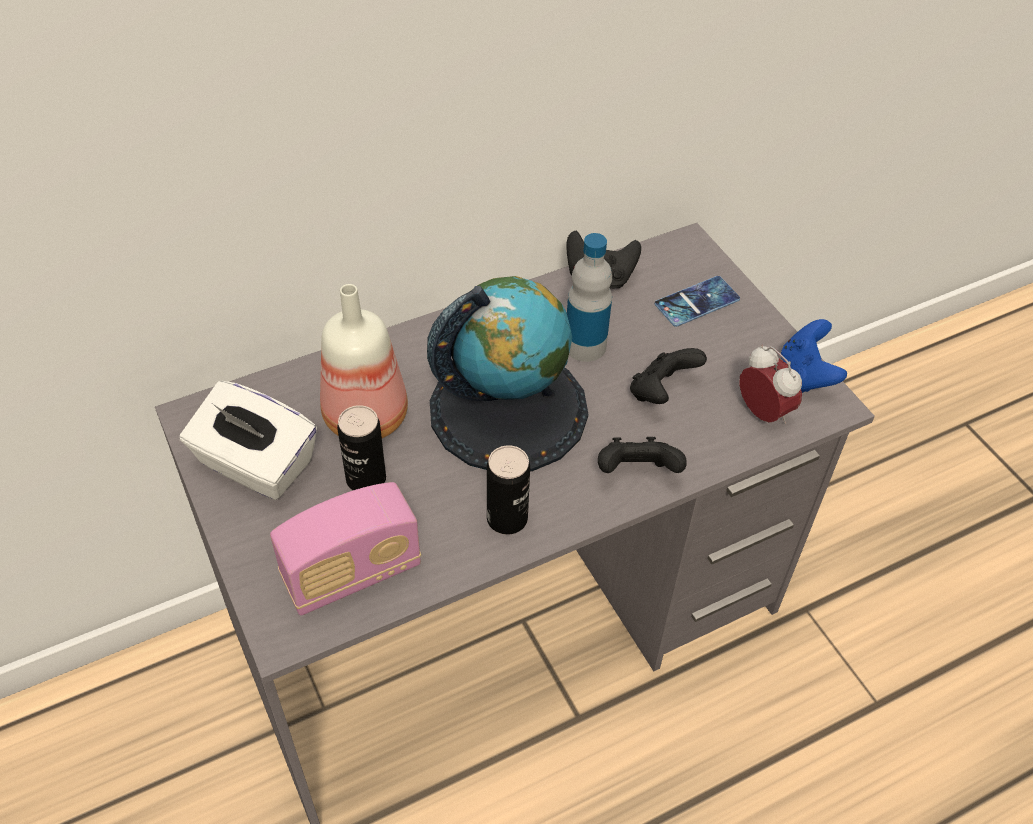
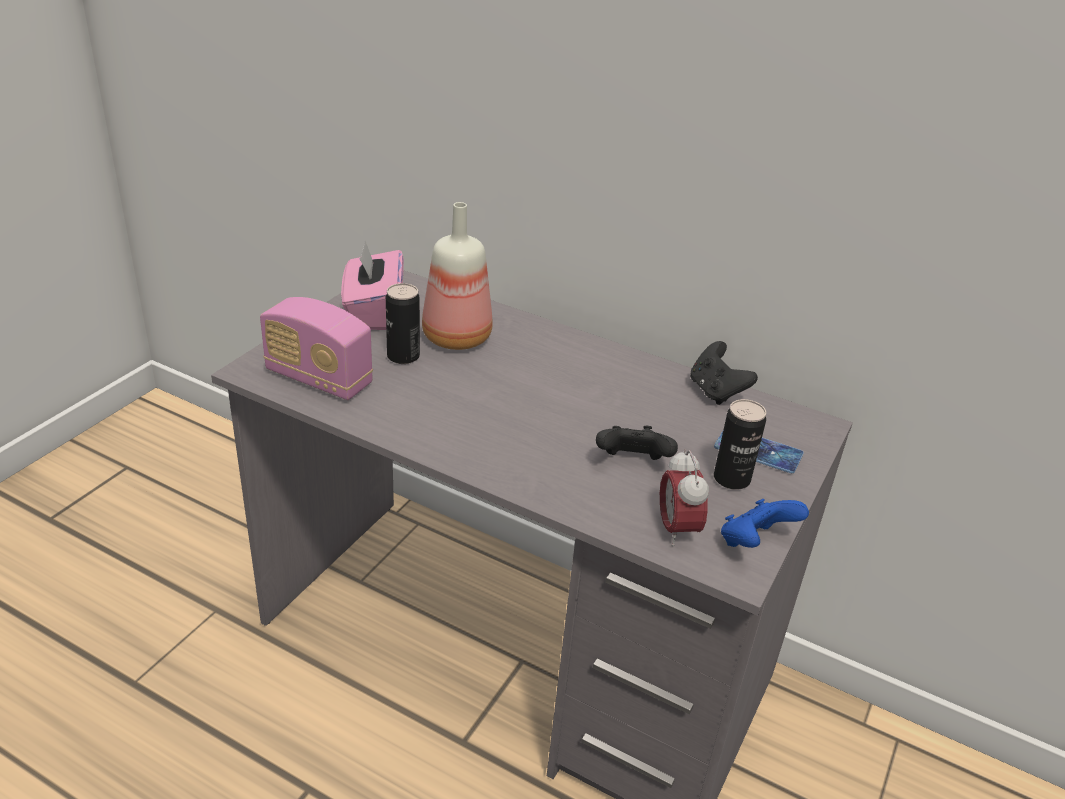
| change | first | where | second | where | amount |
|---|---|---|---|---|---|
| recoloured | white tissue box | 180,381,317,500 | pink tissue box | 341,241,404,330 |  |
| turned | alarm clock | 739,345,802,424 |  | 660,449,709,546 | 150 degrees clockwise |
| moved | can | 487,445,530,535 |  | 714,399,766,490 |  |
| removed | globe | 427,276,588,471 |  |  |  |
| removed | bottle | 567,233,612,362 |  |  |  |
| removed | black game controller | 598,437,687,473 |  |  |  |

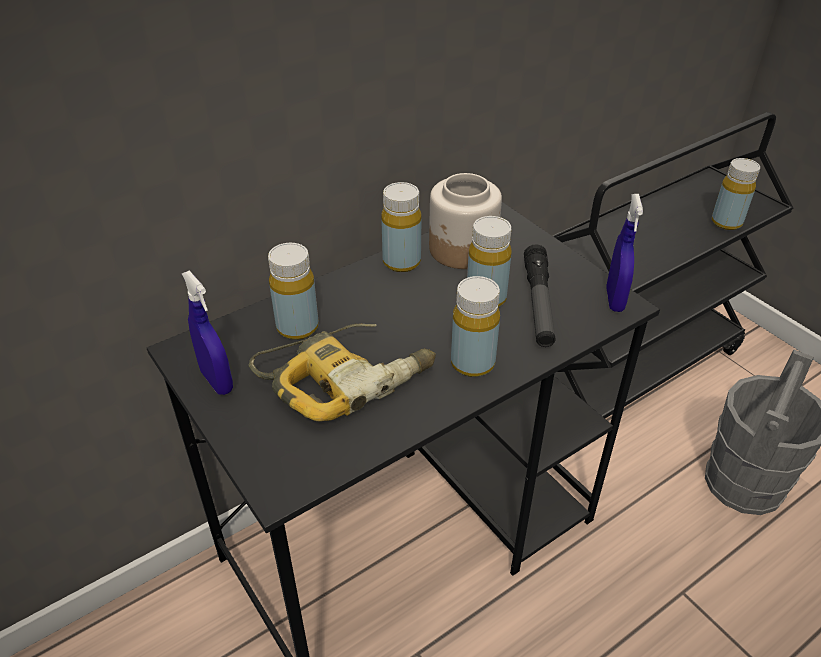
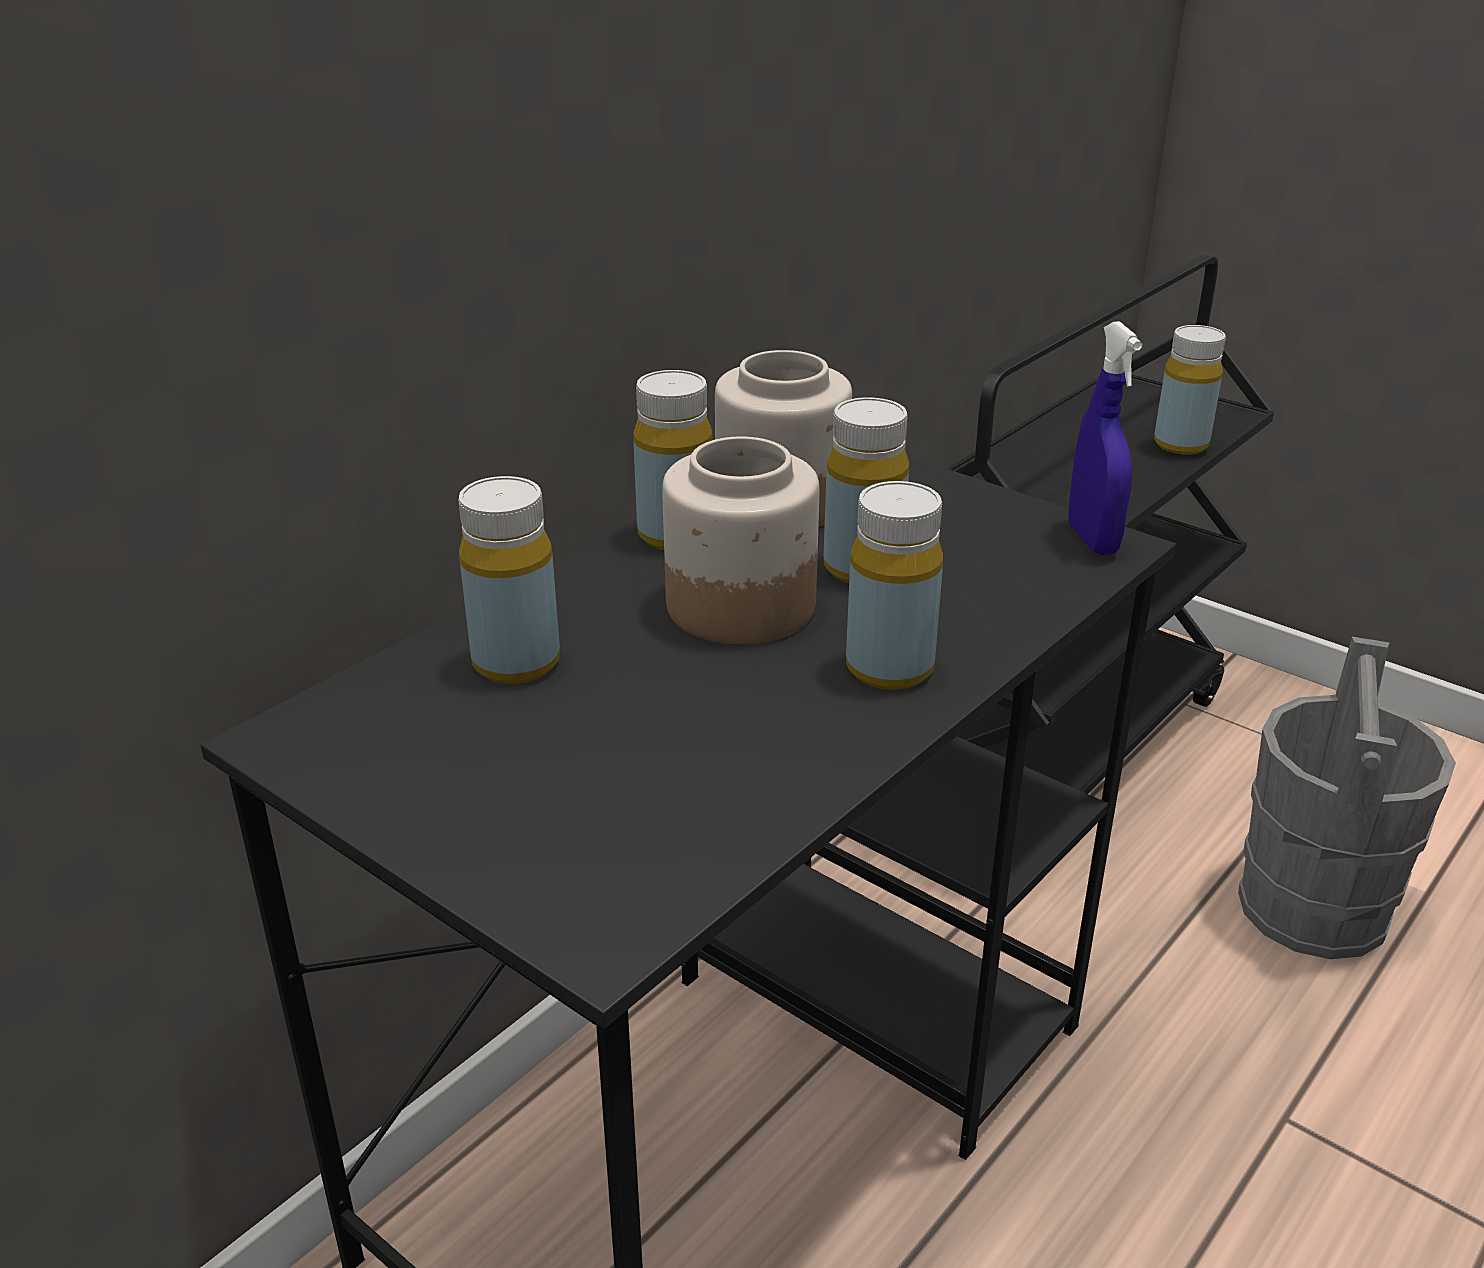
| change | first | where | second | where | amount |
|---|---|---|---|---|---|
| added |  |  | jar | 662,436,819,644 |  |
| removed | blue spray bottle | 182,271,233,395 |  |  |  |
| removed | power drill | 249,324,436,421 |  |  |  |
| removed | flashlight | 524,244,555,347 |  |  |  |

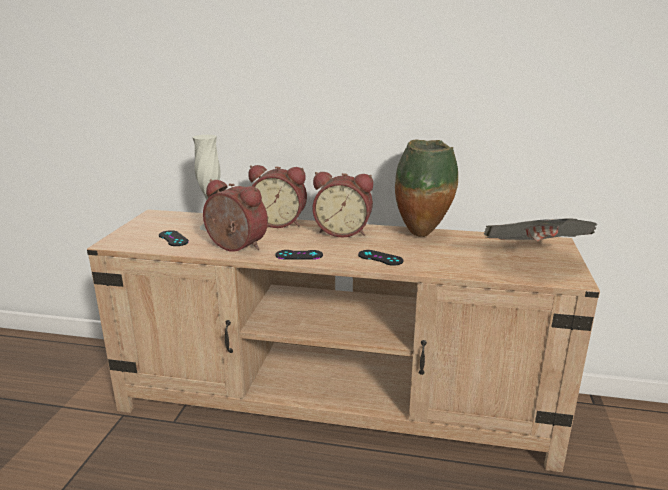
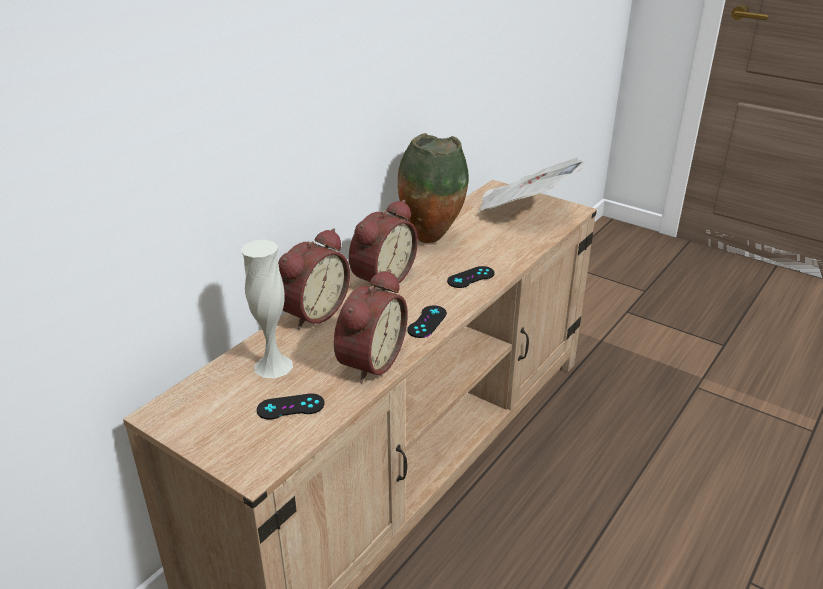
| change | first | where | second | where | amount |
|---|---|---|---|---|---|
| turned | alarm clock | 203,179,268,252 |  | 334,269,408,383 | 150 degrees clockwise |

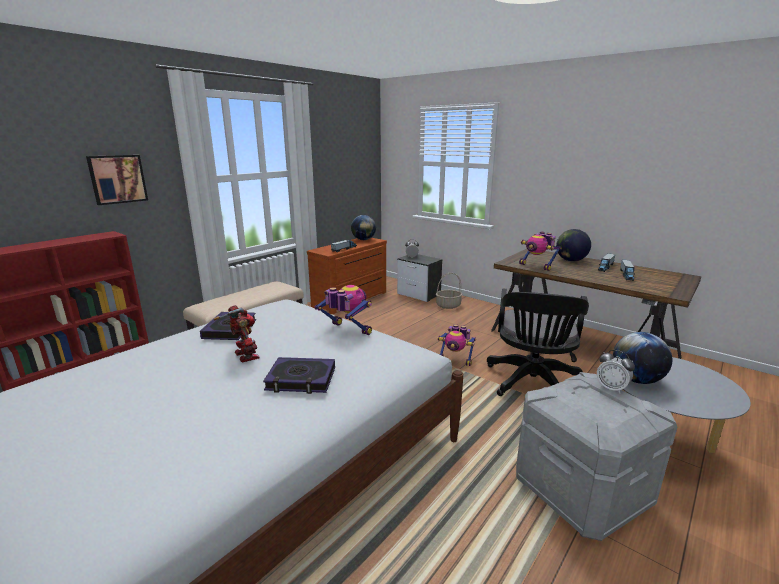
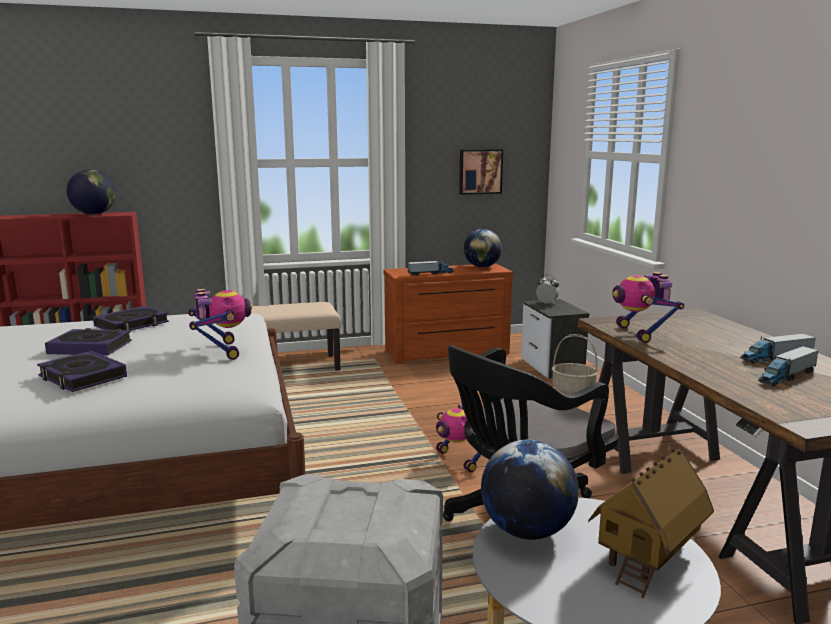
| change | first | where | second | where | amount |
|---|---|---|---|---|---|
| replaced | toy robot | 214,305,260,362 | book | 45,328,132,355 |  |
| moved | globe | 556,229,591,261 |  | 66,170,116,215 |  |
| moved | picture | 86,155,148,205 |  | 459,149,503,195 |  |
| added |  |  | toy house | 588,448,714,598 |  |
| removed | alarm clock | 597,350,635,394 |  |  |  |

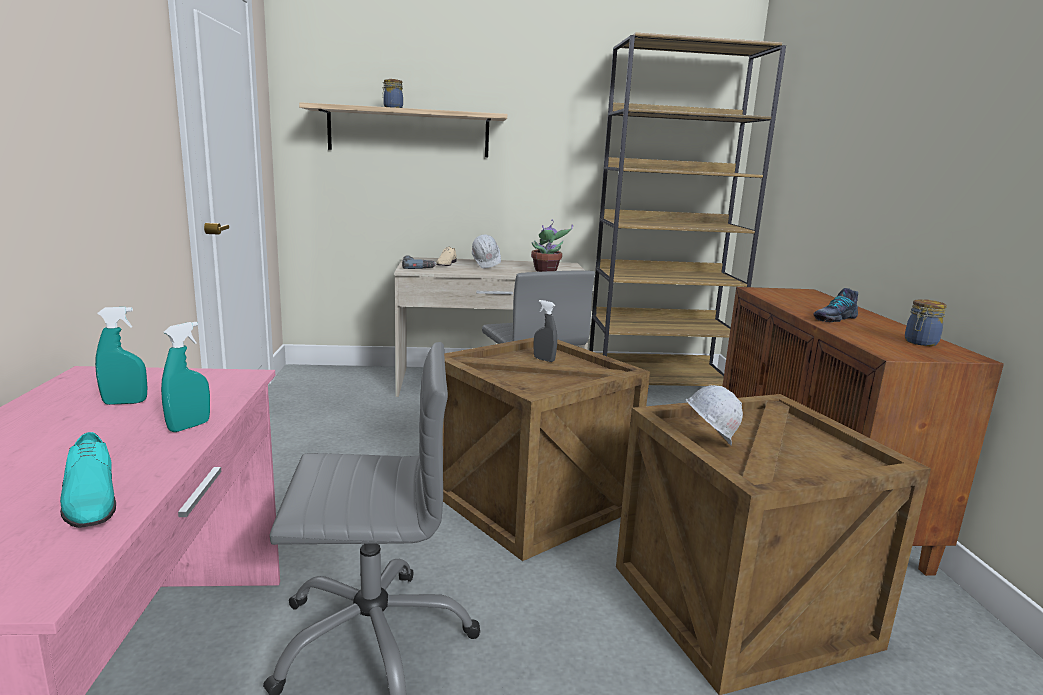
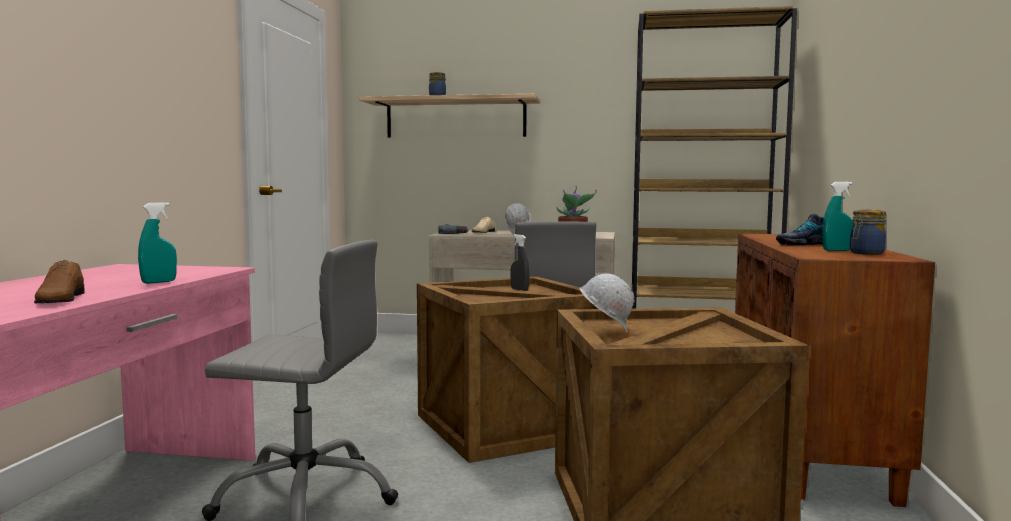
| change | first | where | second | where | amount |
|---|---|---|---|---|---|
| recoloured | turquoise shoe | 60,432,116,528 | brown shoe | 34,260,85,303 |  |
| moved | turquoise spray bottle | 95,307,147,405 |  | 822,182,853,251 |  |

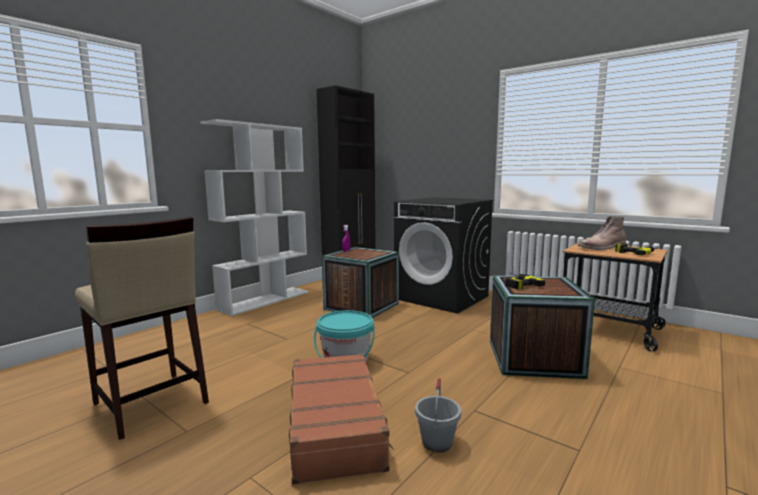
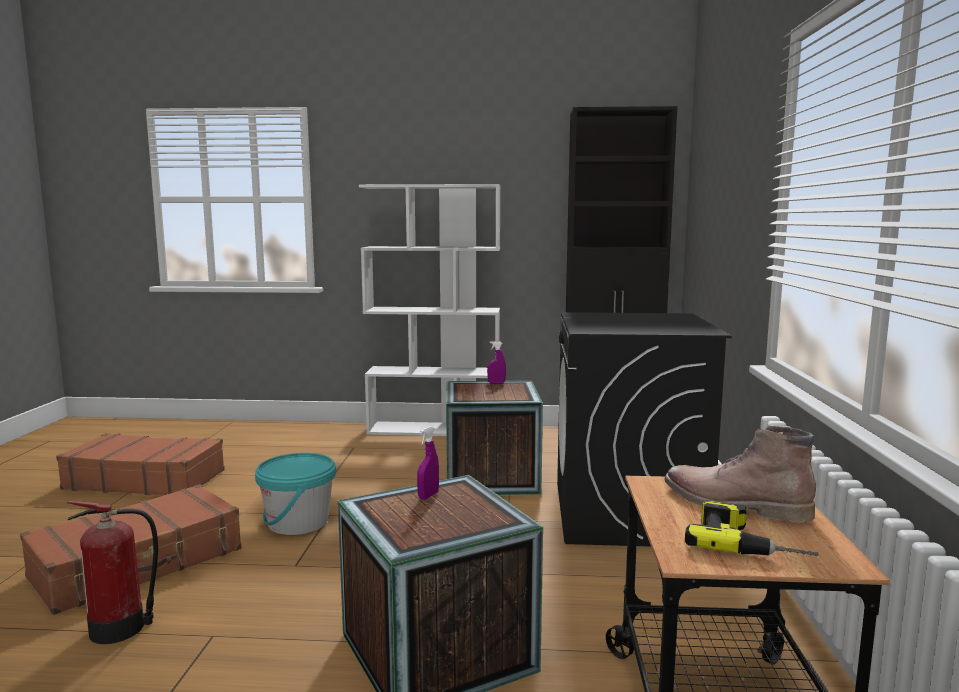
| change | first | where | second | where | amount |
|---|---|---|---|---|---|
| replaced | beige stool | 75,217,209,440 | brown suitcase | 56,433,225,495 |  |
| replaced | grey bucket | 415,378,461,453 | fire extinguisher | 68,501,158,644 |  |
| replaced | power drill | 505,273,545,290 | purple spray bottle | 417,426,439,500 |  |

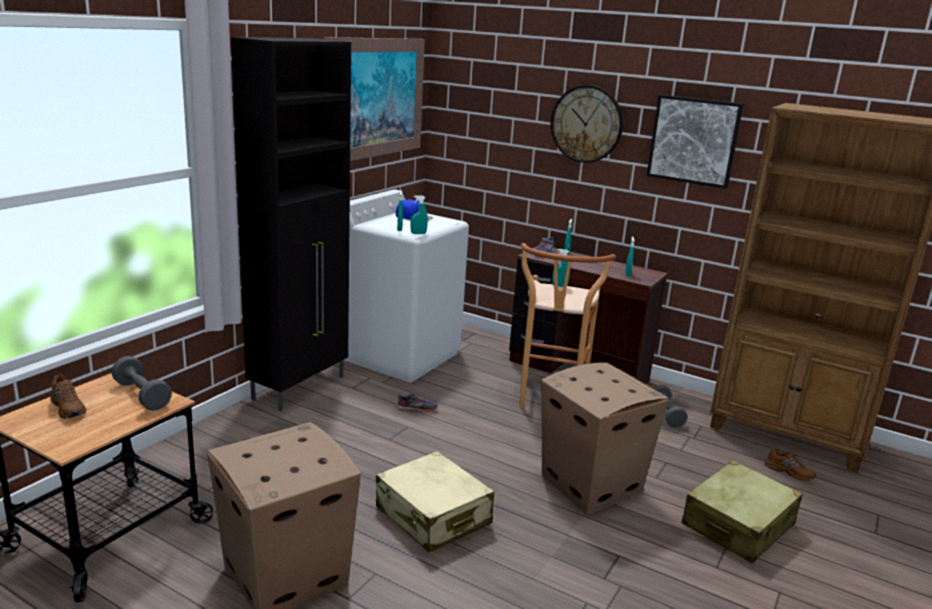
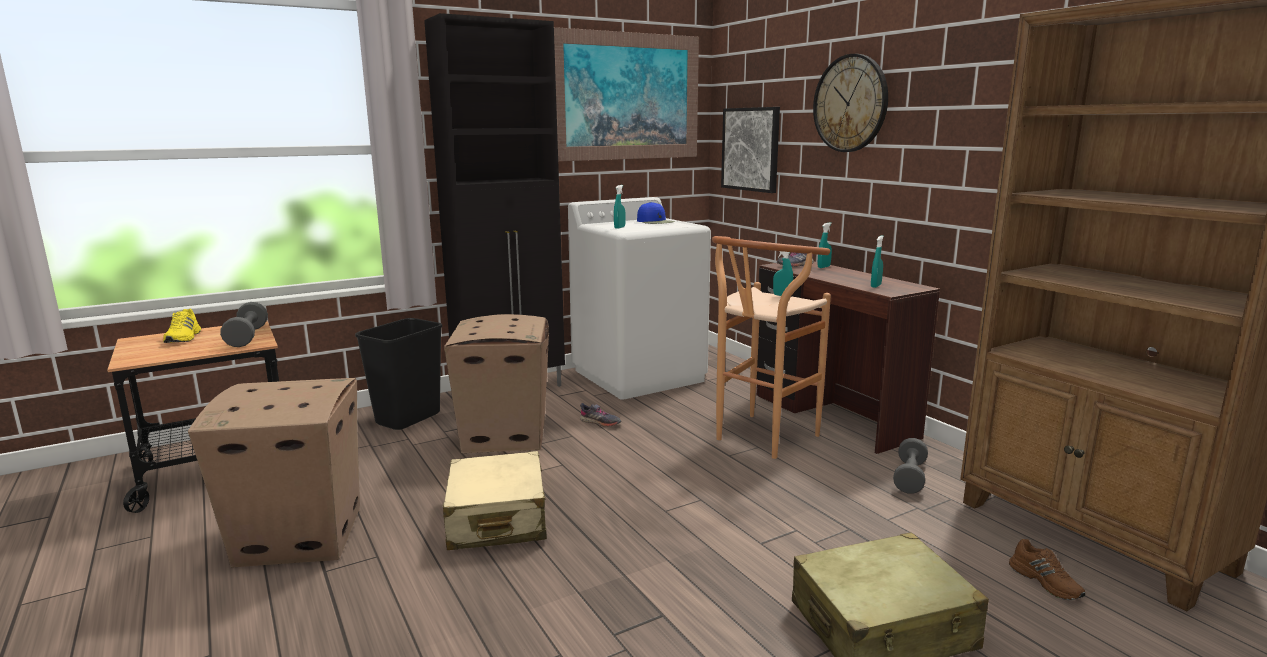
| change | first | where | second | where | amount |
|---|---|---|---|---|---|
| recoloured | brown shoe | 50,374,86,419 | yellow shoe | 163,309,201,343 |  |
| added |  |  | black trash can | 355,318,443,430 |  |
| moved | cardboard box | 541,362,669,514 |  | 444,314,549,453 |  |
| moved | picture | 647,94,744,189 |  | 721,107,780,193 |  |
| removed | turquoise spray bottle | 411,195,428,234 |  |  |  |

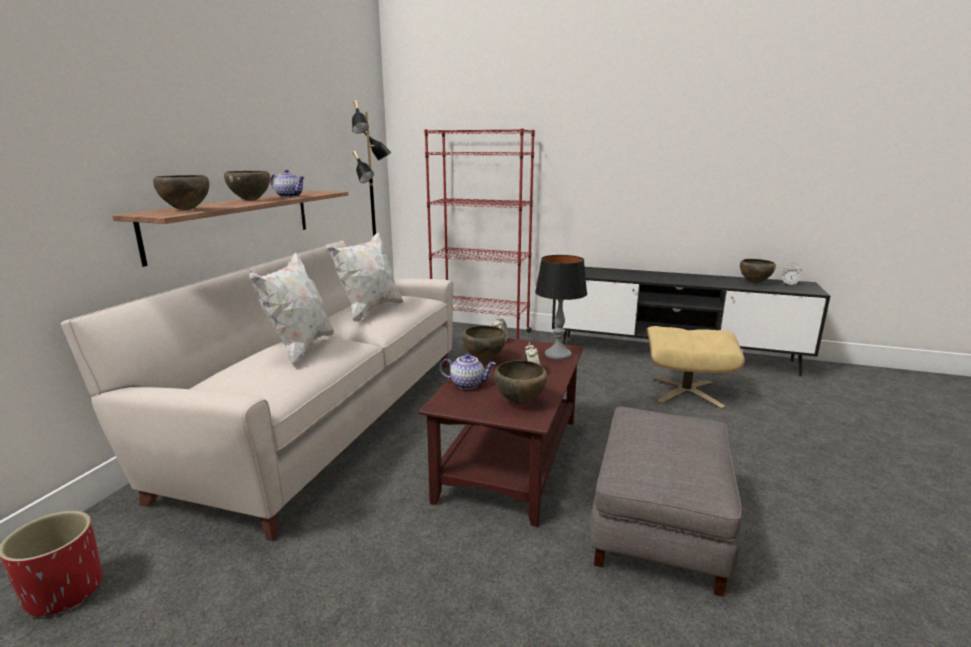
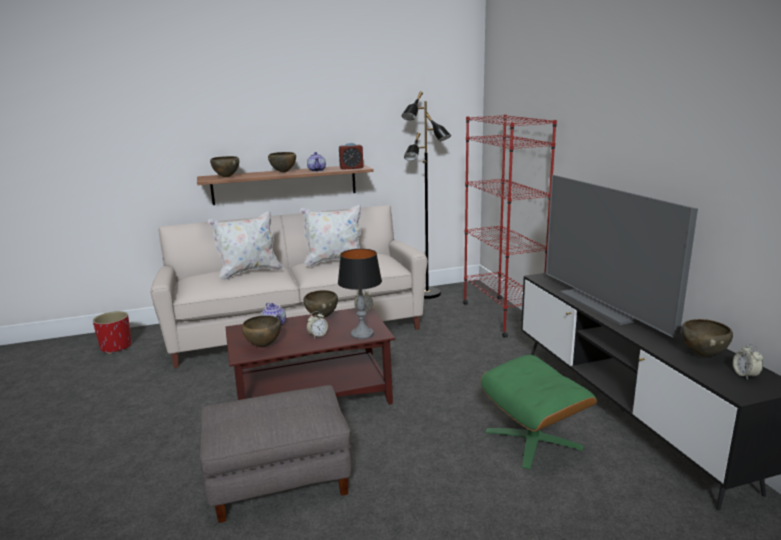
| change | first | where | second | where | amount |
|---|---|---|---|---|---|
| added |  |  | alarm clock | 339,143,363,170 |  |
| recoloured | beige ottoman | 646,326,745,409 | green ottoman | 481,355,597,469 |  |
| added |  |  | television | 546,175,698,338 |  |

